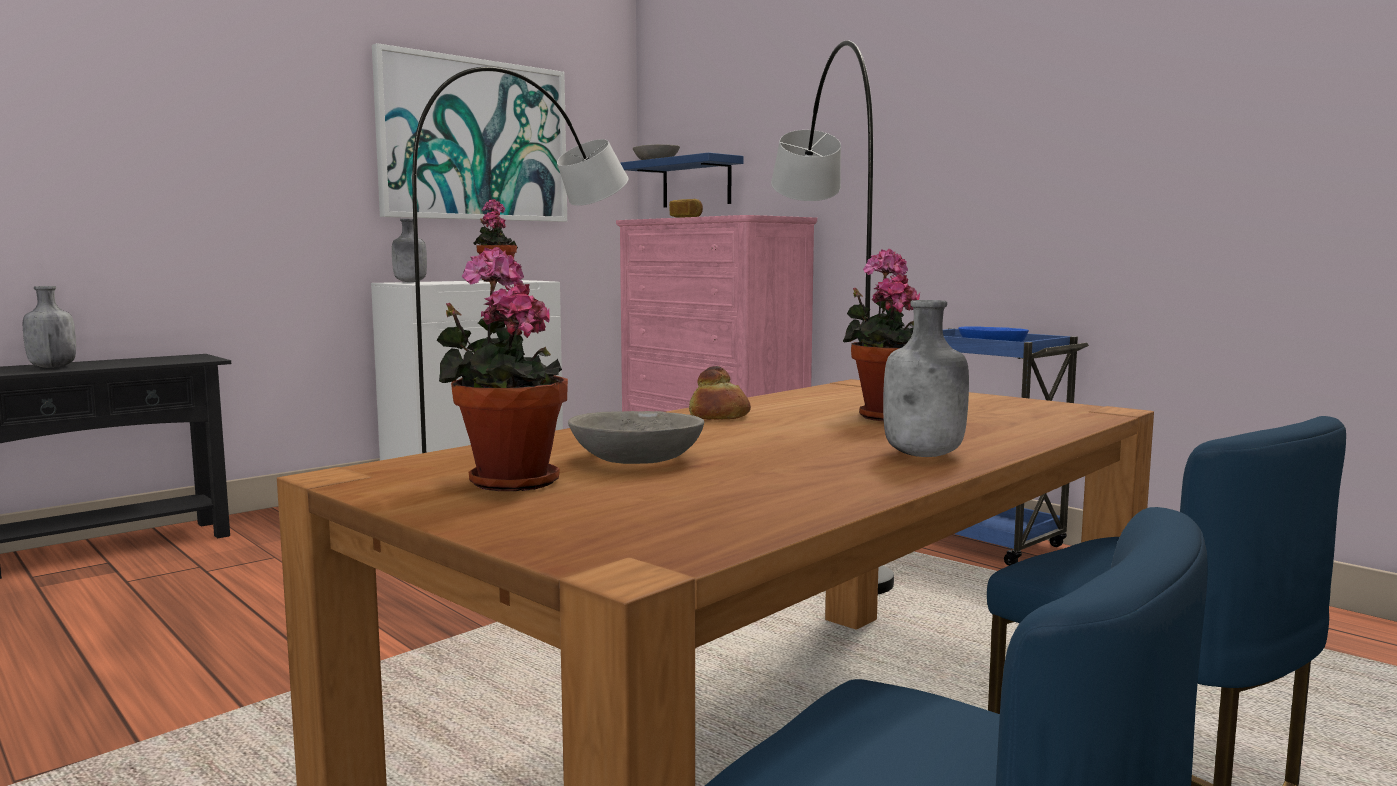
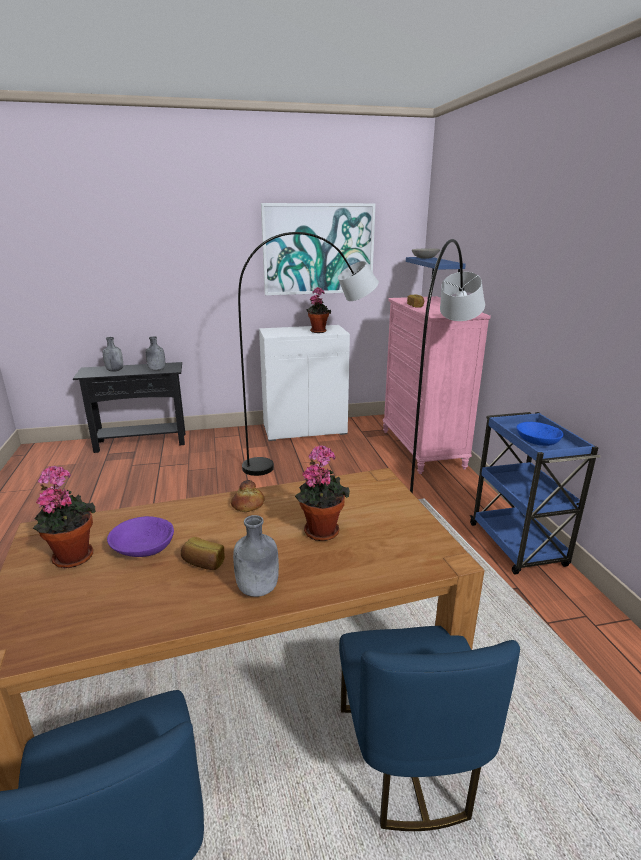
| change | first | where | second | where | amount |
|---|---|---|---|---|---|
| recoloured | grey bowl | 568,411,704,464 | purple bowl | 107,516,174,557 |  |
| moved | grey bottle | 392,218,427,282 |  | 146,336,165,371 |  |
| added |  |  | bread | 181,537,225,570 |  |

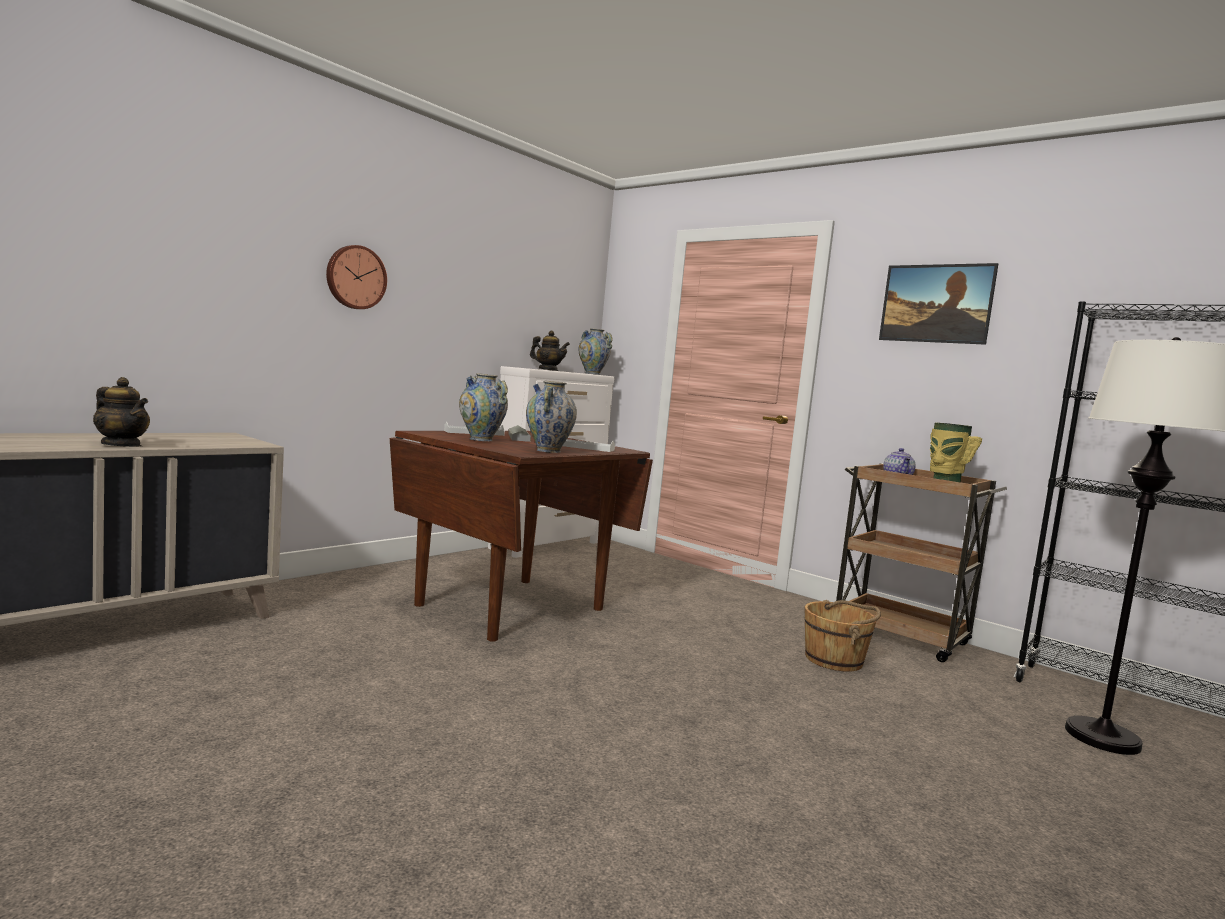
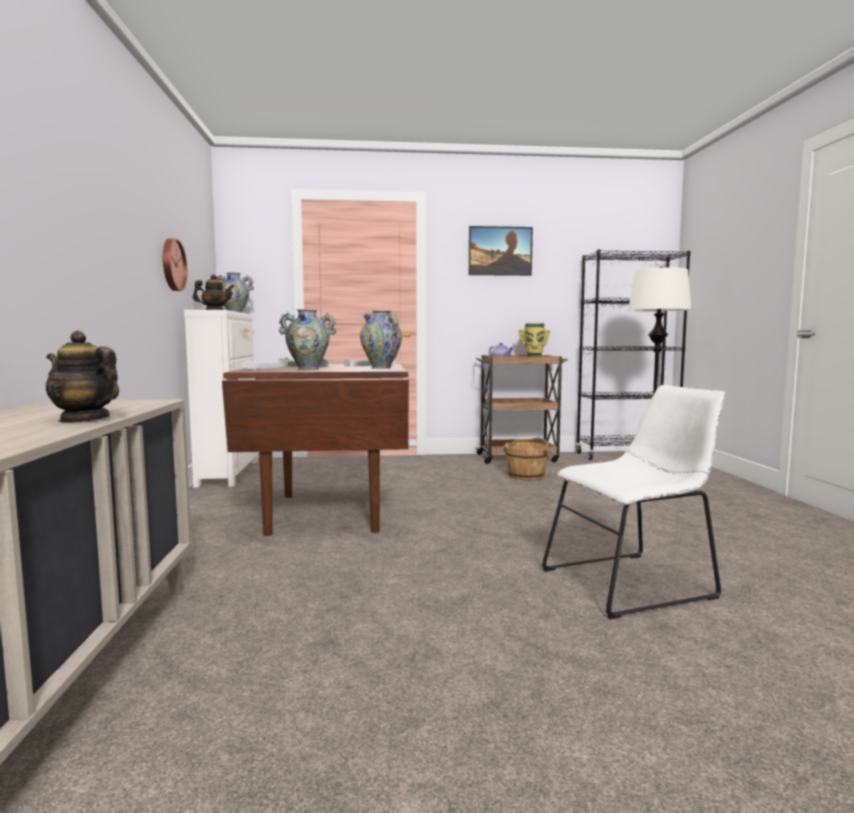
| change | first | where | second | where | amount |
|---|---|---|---|---|---|
| turned | teapot | 93,377,150,447 |  | 46,331,119,423 | 135 degrees counterclockwise |
| moved | wall clock | 326,245,387,309 |  | 163,238,187,291 |  |
| added |  |  | white chair | 541,385,725,619 |  |

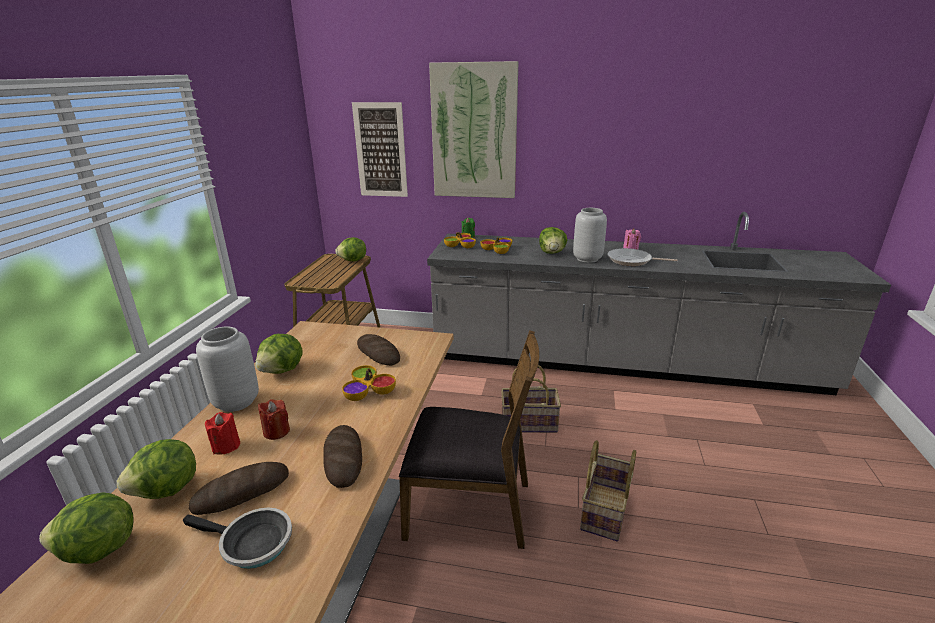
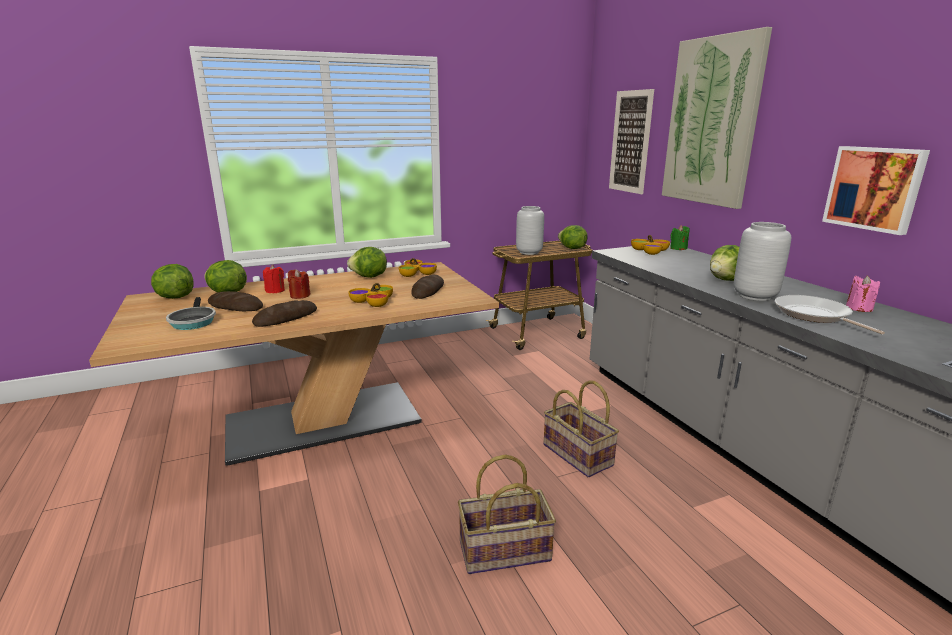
| change | first | where | second | where | amount |
|---|---|---|---|---|---|
| moved | bowl | 480,237,512,254 |  | 399,258,437,277 |  |
| moved | grey vase | 196,327,259,412 |  | 516,206,544,255 |  |
| added |  |  | picture | 822,146,930,235 |  |
| removed | brown chair | 399,330,539,549 |  |  |  |

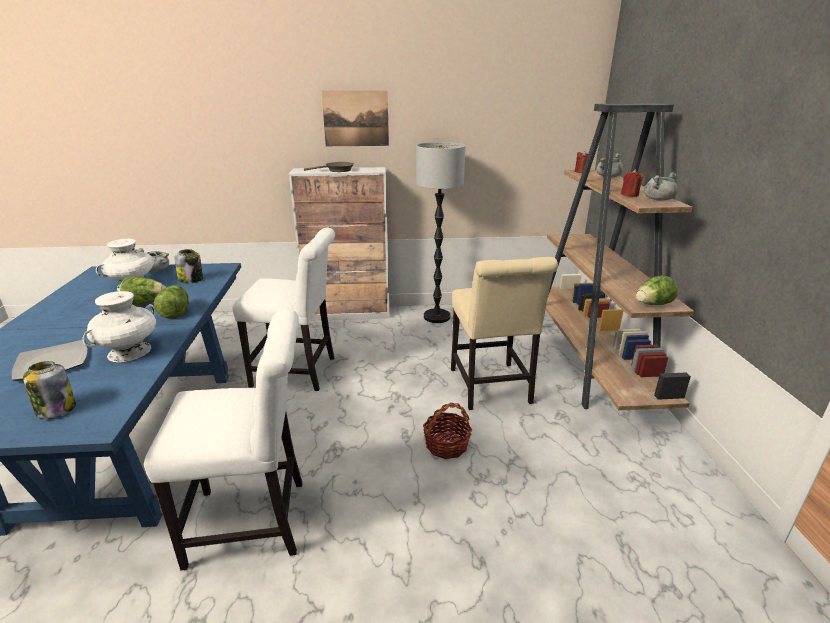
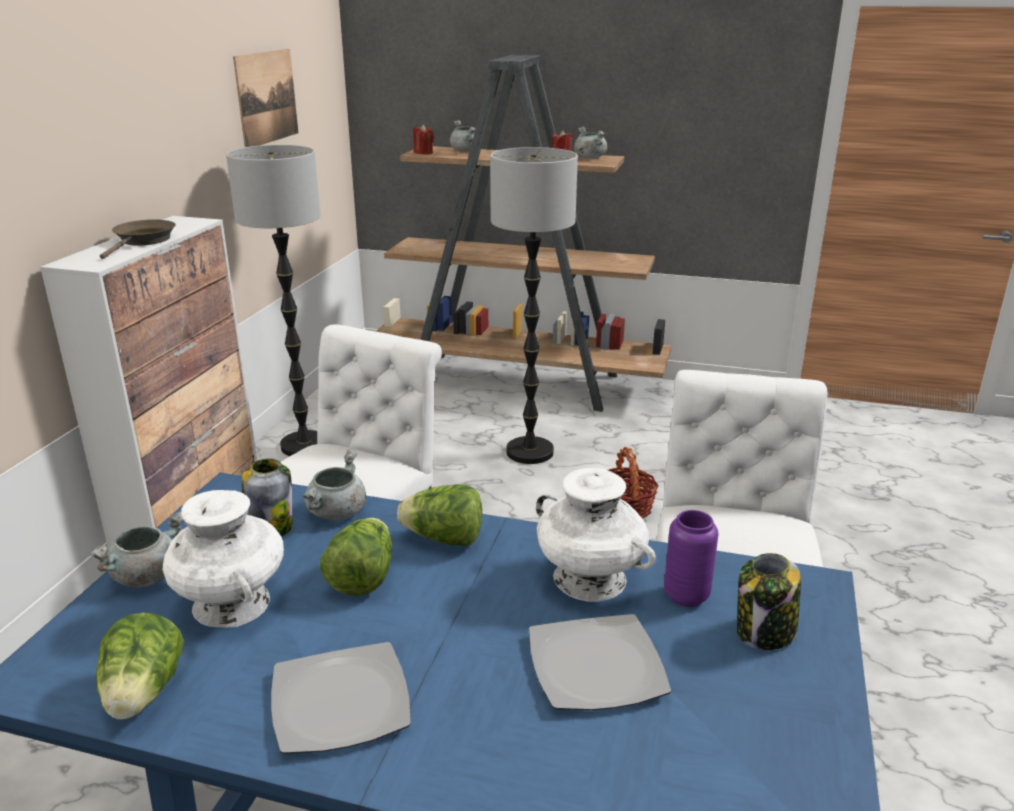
| change | first | where | second | where | amount |
|---|---|---|---|---|---|
| moved | lettuce | 636,276,678,305 |  | 96,613,184,719 |  |
| moved | picture | 322,91,389,146 |  | 233,49,298,147 |  |
| added |  |  | plate | 271,642,411,754 |  |
| added |  |  | grey cooking pot | 302,450,366,520 |  |
| replaced | beige chair | 451,257,558,410 | floor lamp | 490,147,578,464 |  |
| added |  |  | purple vase | 664,510,718,607 |  |

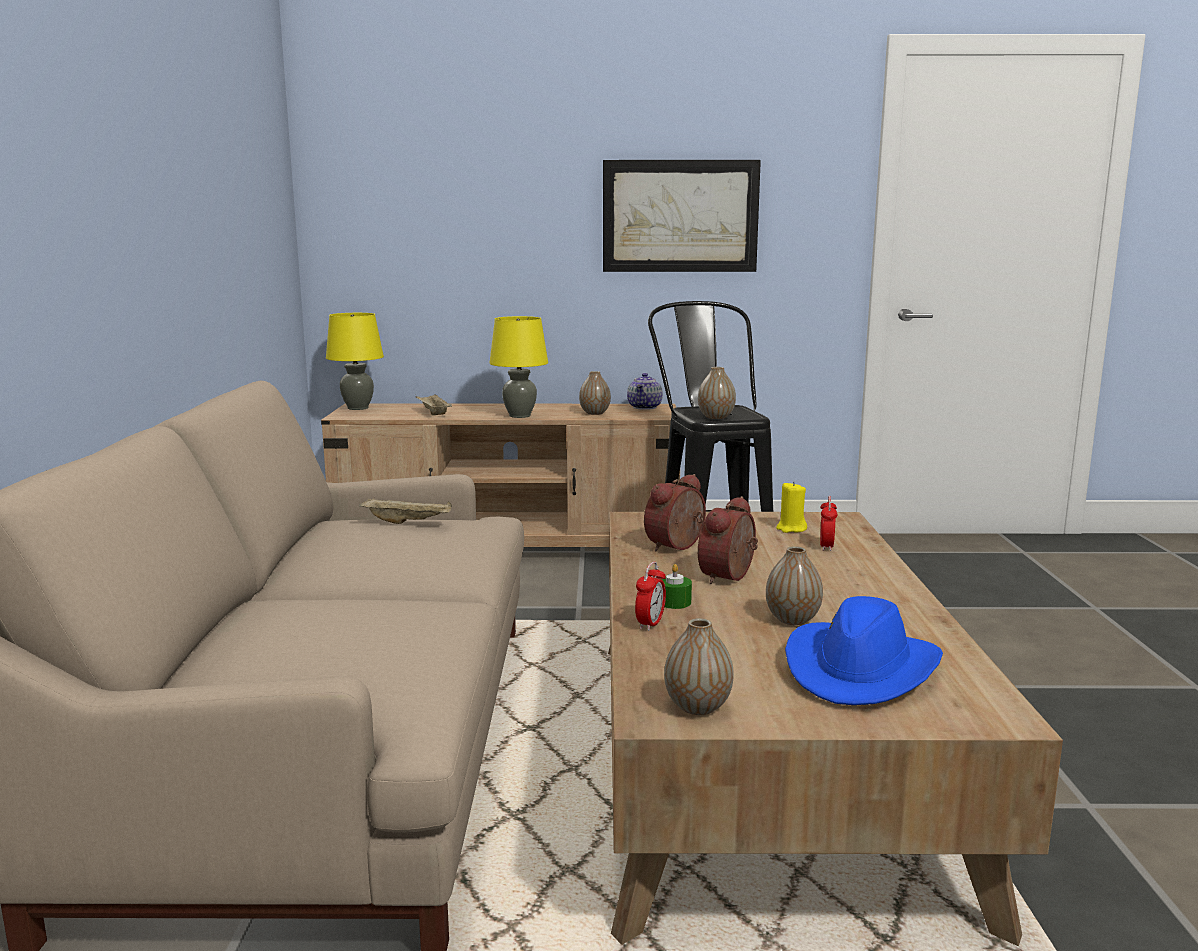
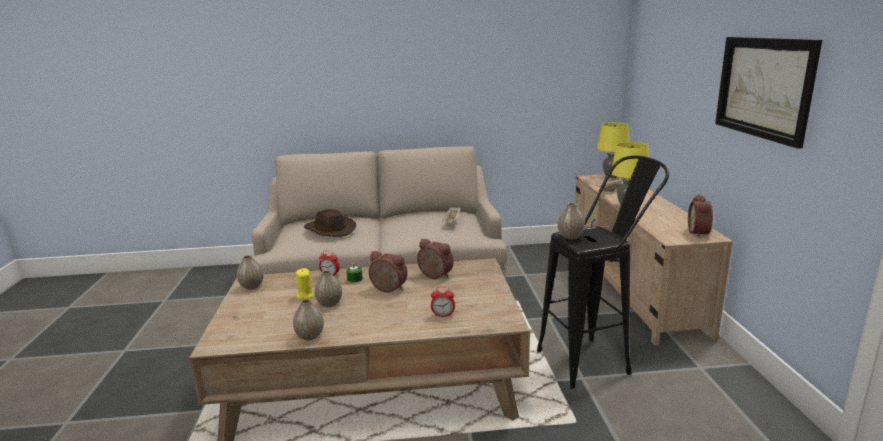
| change | first | where | second | where | amount |
|---|---|---|---|---|---|
| moved | vase | 579,371,611,415 |  | 293,299,324,340 |  |
| moved | yellow candle | 776,481,807,533 |  | 296,268,314,300 |  |
| added |  |  | brown hat | 304,209,356,237 |  |
| replaced | teapot | 627,373,663,410 | alarm clock | 688,194,713,238 |  |
| removed | blue hat | 785,596,943,705 |  |  |  |

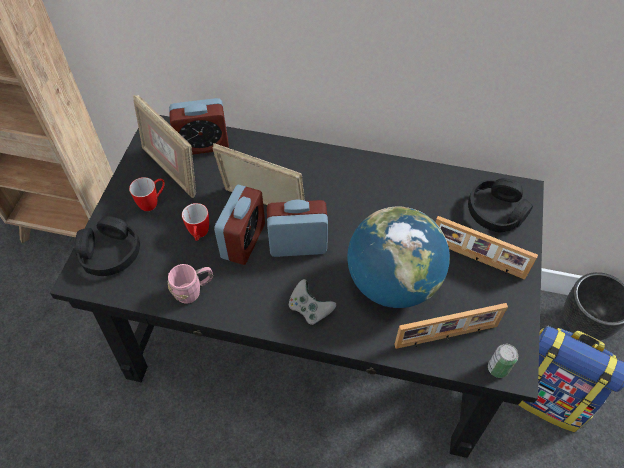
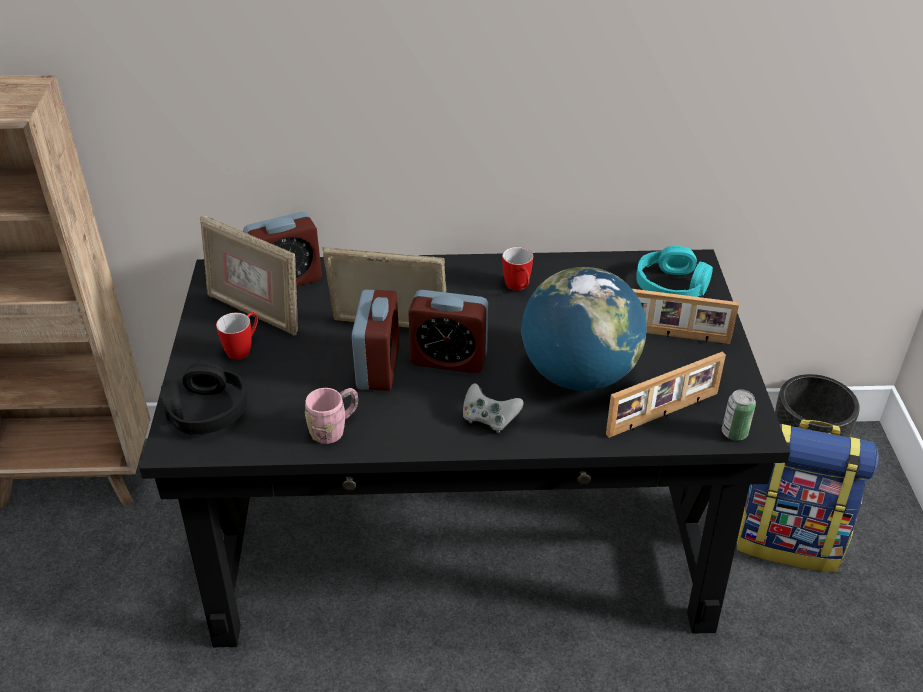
| change | first | where | second | where | amount |
|---|---|---|---|---|---|
| turned | alarm clock | 267,199,328,257 |  | 408,290,488,373 | 150 degrees counterclockwise |
| moved | mug | 182,203,209,241 |  | 502,247,533,291 |  |
| recoloured | black headphones | 468,178,533,233 | turquoise headphones | 636,246,713,297 |  |

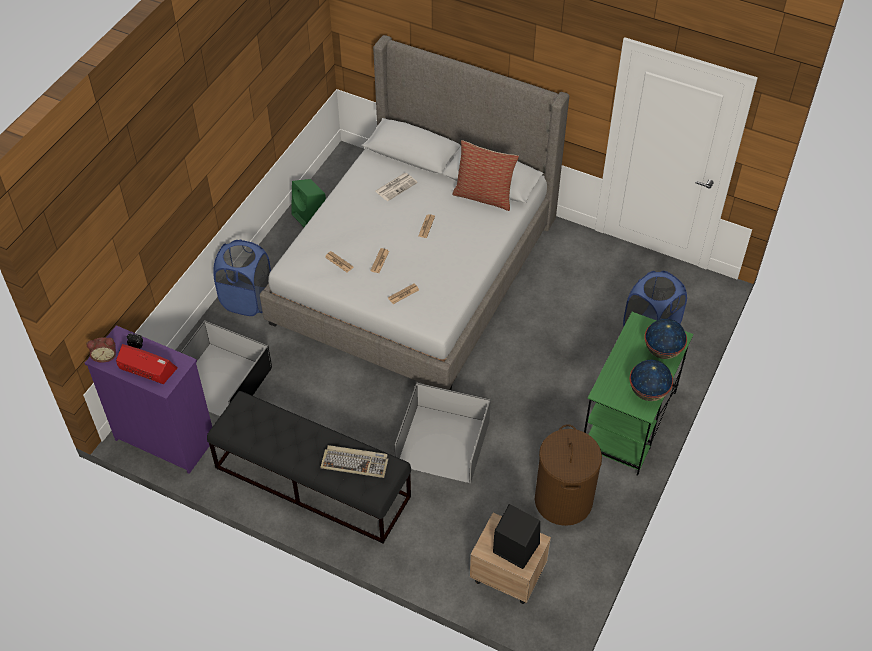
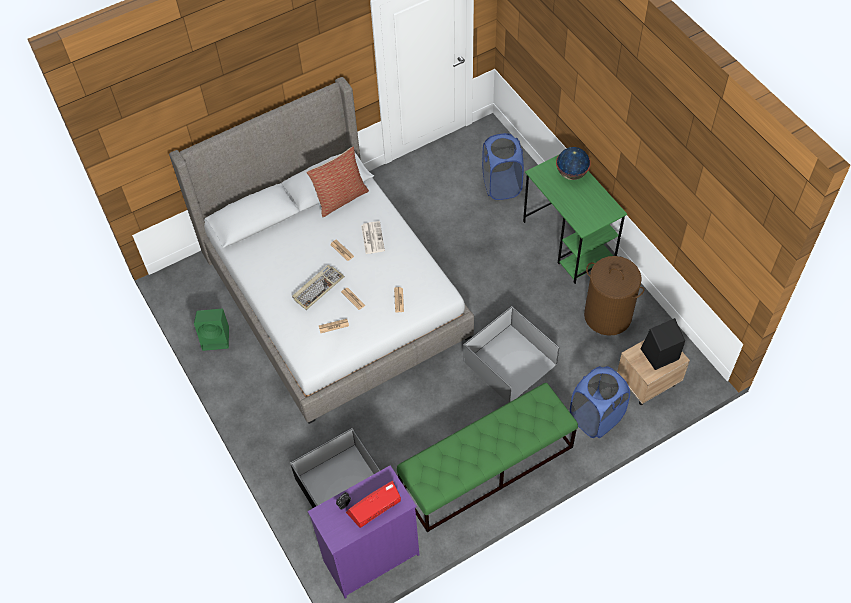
| change | first | where | second | where | amount |
|---|---|---|---|---|---|
| moved | keyboard | 320,445,388,478 |  | 292,265,345,310 |  |
| moved | newspaper | 375,173,418,201 |  | 361,221,385,254 |  |
| recoloured | black bench | 207,391,411,544 | green bench | 397,383,578,532 |  |
| moved | blue laundry basket | 213,240,271,316 |  | 570,366,630,438 |  |
| removed | alarm clock | 87,337,116,363 |  |  |  |
| removed | globe | 629,360,673,401 |  |  |  |

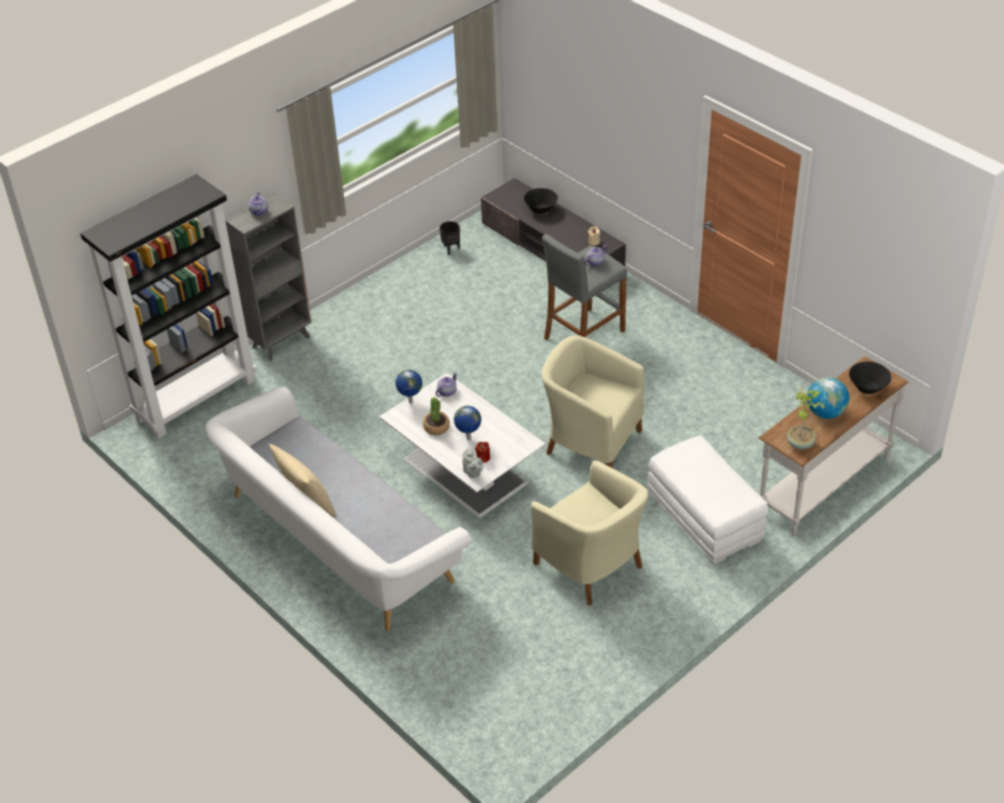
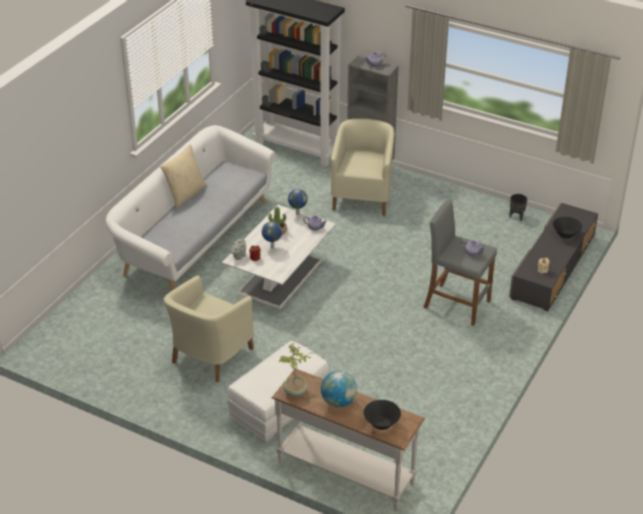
| change | first | where | second | where | amount |
|---|---|---|---|---|---|
| moved | beige armchair | 541,335,644,468 |  | 331,119,395,216 |  |

